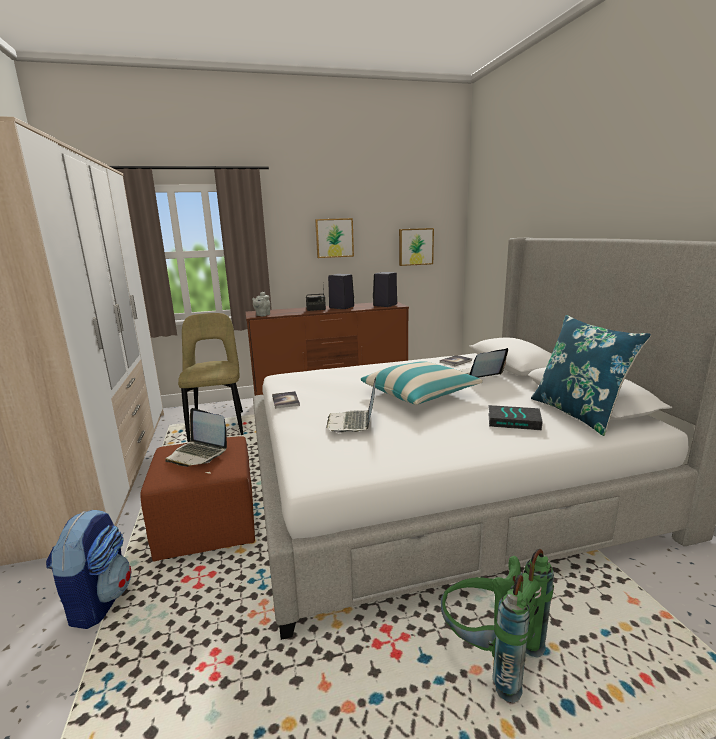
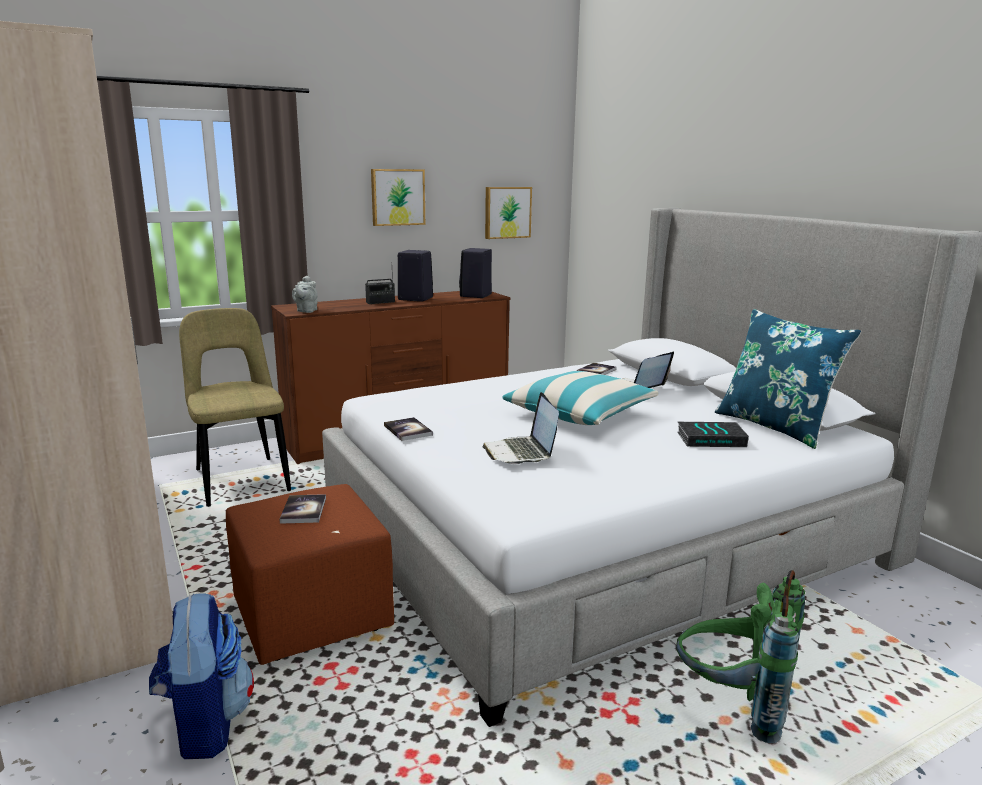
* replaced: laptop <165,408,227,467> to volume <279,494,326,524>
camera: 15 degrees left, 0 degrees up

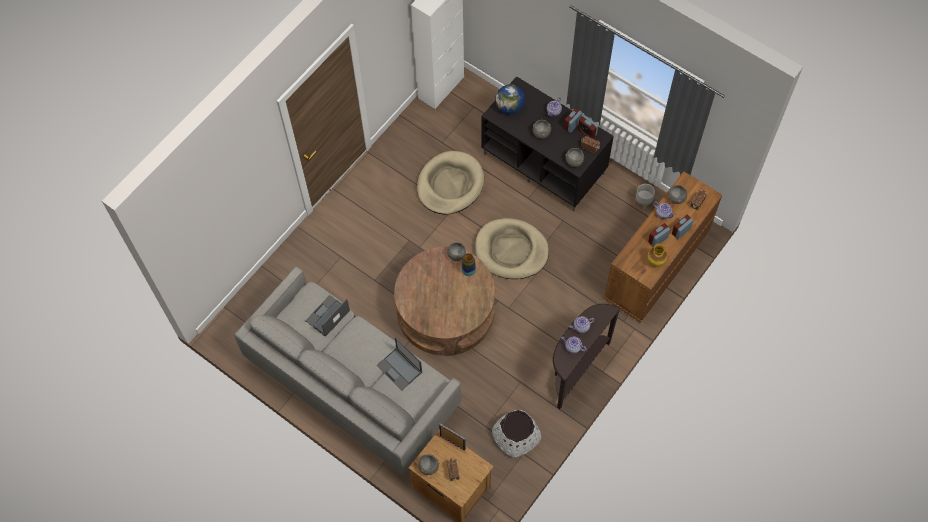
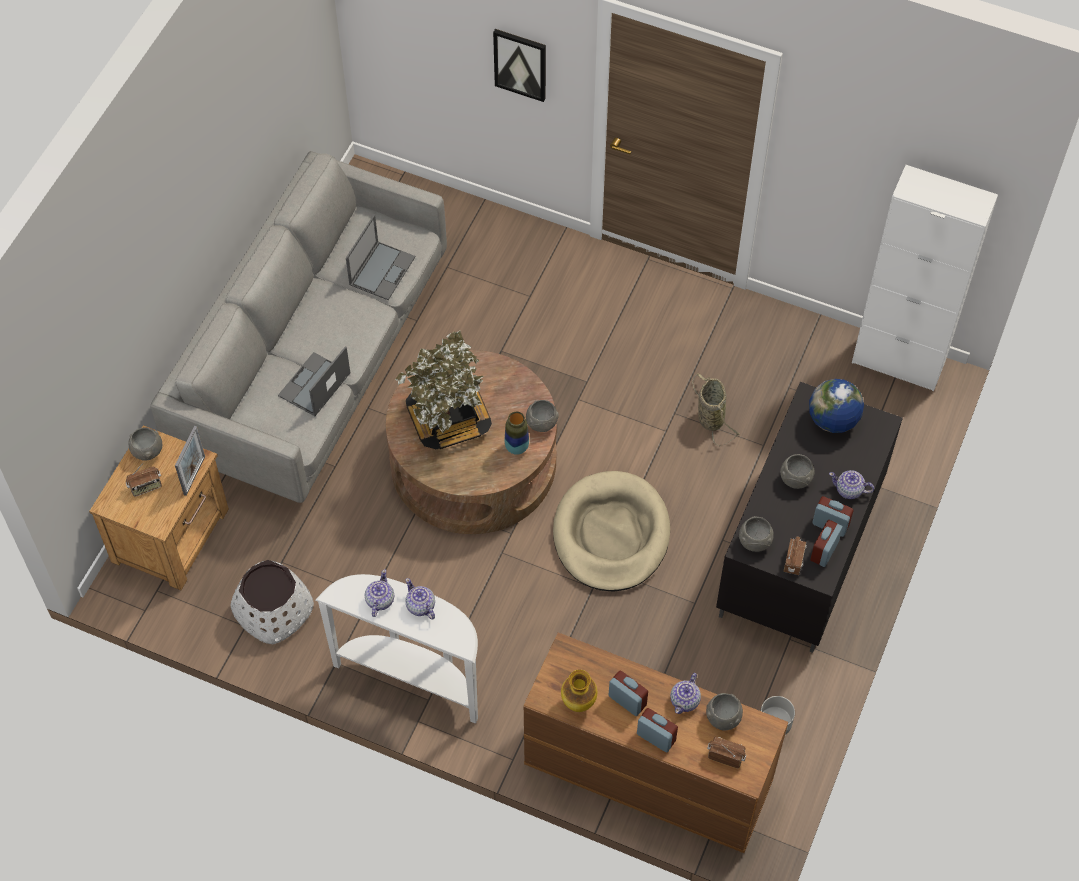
* replaced: sand-coloured dog bed <417,151,484,214> to household basket <692,373,740,446>
* turned: laptop <305,295,350,337> = <346,215,415,300> 90 degrees clockwise
* recoloured: brownish narrow table <553,304,621,409> to white narrow table <315,574,478,724>
* added: wall picture <493,29,546,102>
* added: potted plant <395,331,492,449>
camera: 75 degrees right, 5 degrees down

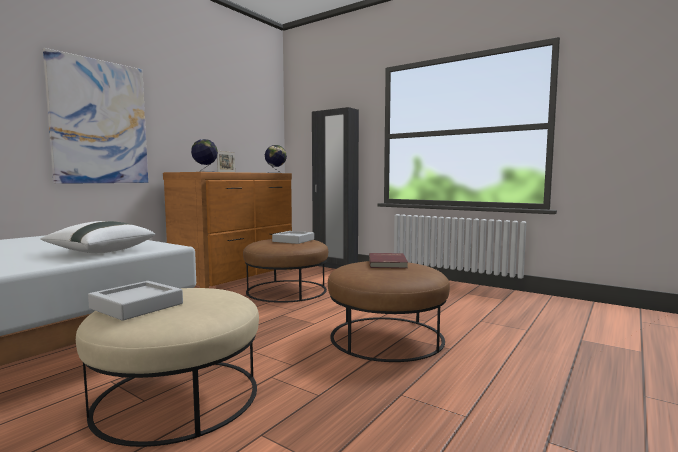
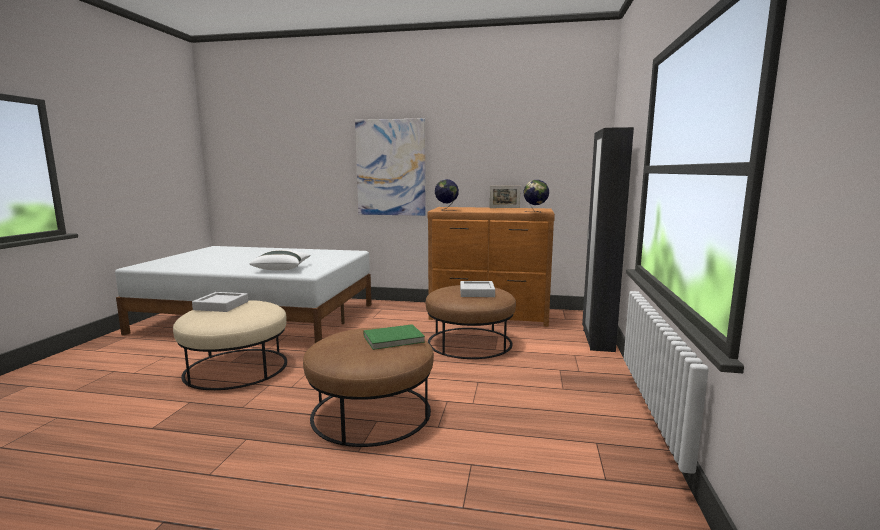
* recoloured: reddish volume <369,253,408,268> to greenish volume <363,324,425,350>
camera: 65 degrees right, 5 degrees up

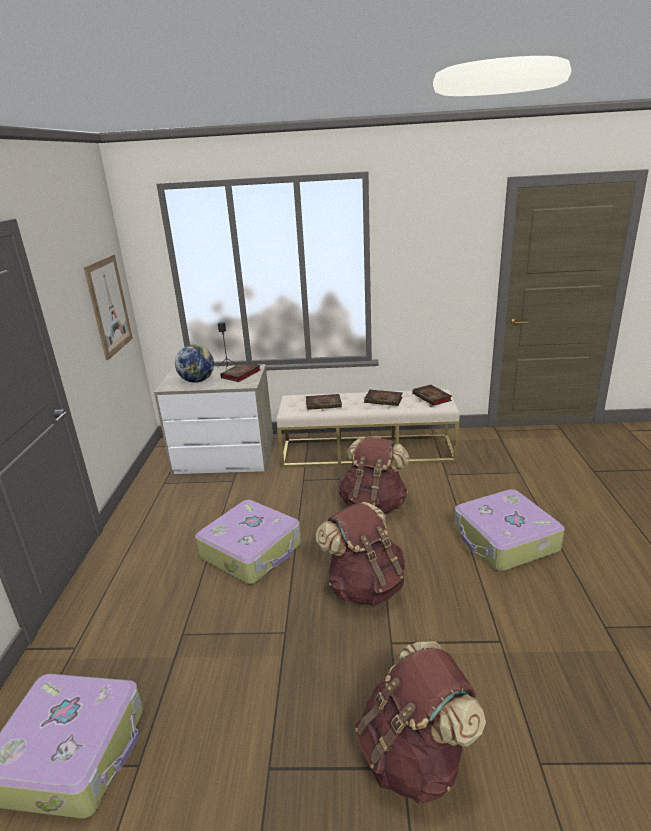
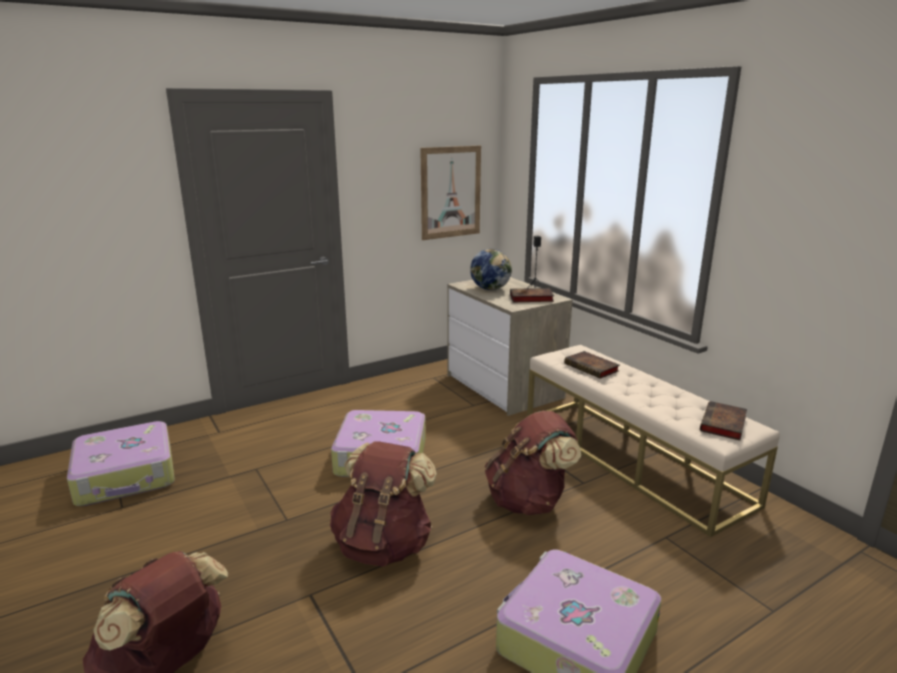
* removed: volume <364,390,403,406>
camera: 55 degrees right, 5 degrees down

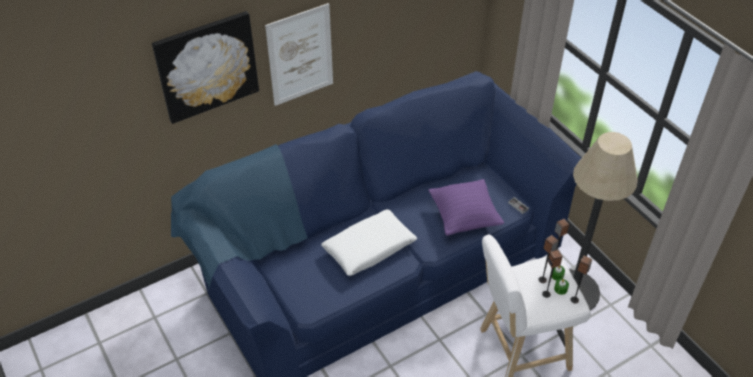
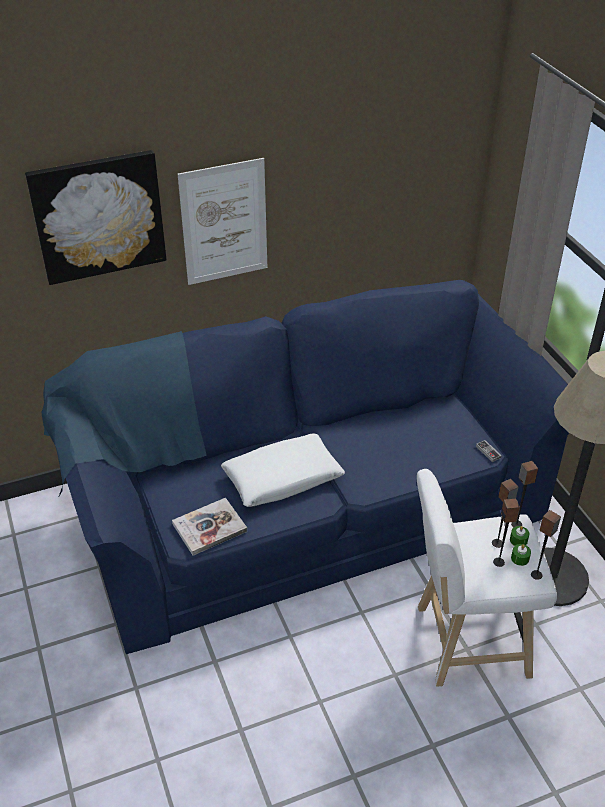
* removed: purple throw pillow <429,179,504,236>
* added: volume <172,498,247,556>
camera: 10 degrees right, 5 degrees down

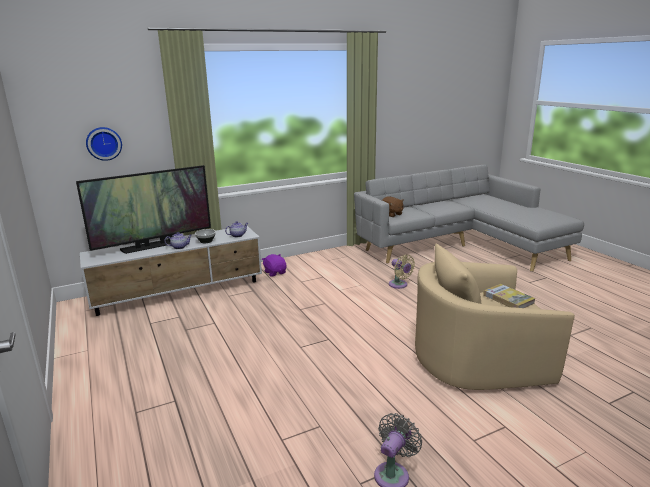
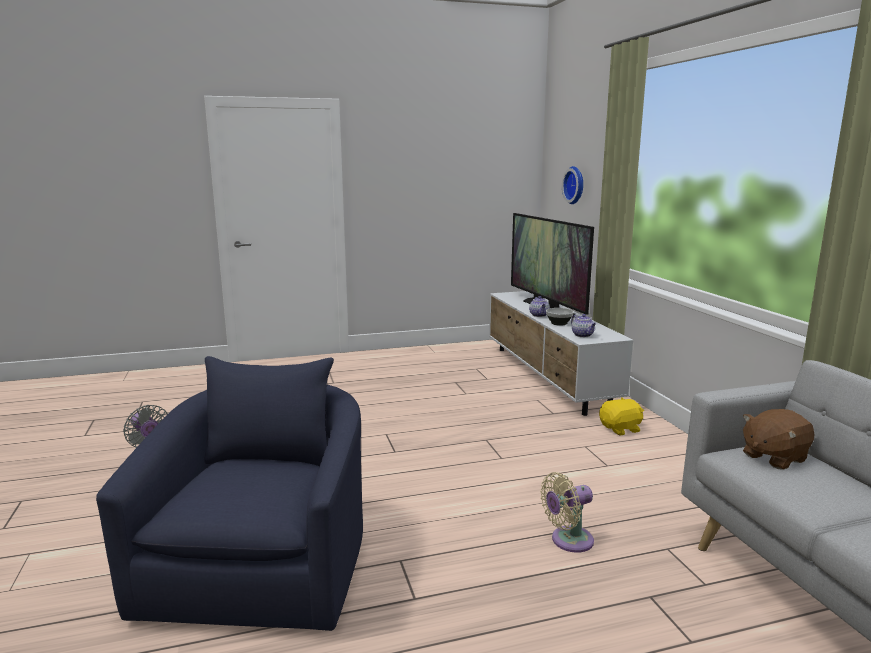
* recoloured: sand-coloured lounge chair <415,244,575,390> to blue lounge chair <96,356,363,631>
* recoloured: purple cuddly toy <262,254,286,277> to yellow-coloured cuddly toy <599,398,644,436>
* removed: volume <483,284,536,308>
camera: 100 degrees right, 5 degrees down

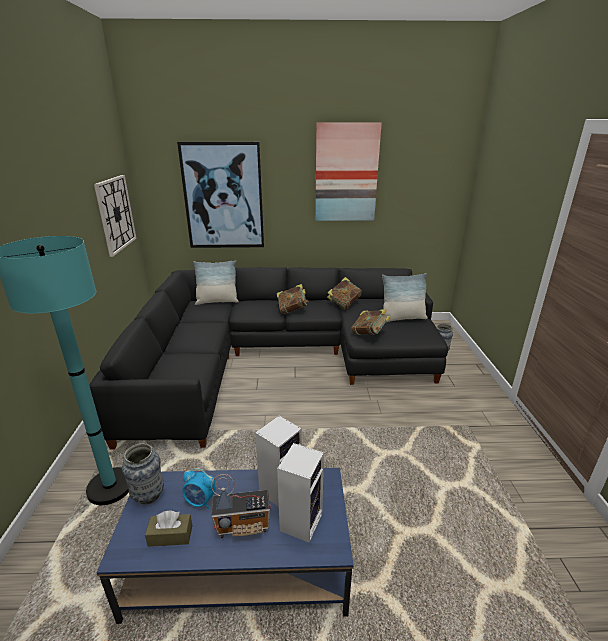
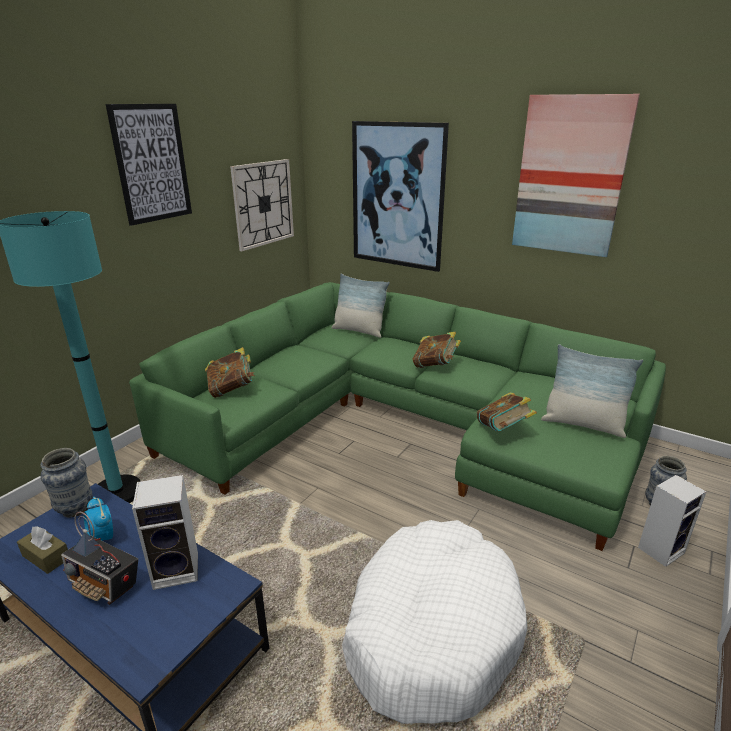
* recoloured: black-coloured couch <89,267,448,450> to greenish couch <129,282,666,551>
* moved: volume <327,277,362,310> to <205,347,255,398>
* moved: audio speaker <277,443,324,543> to <638,475,707,567>
* added: wall picture <106,104,192,226>
* added: white dog bed <342,520,527,724>
camera: 35 degrees right, 0 degrees up

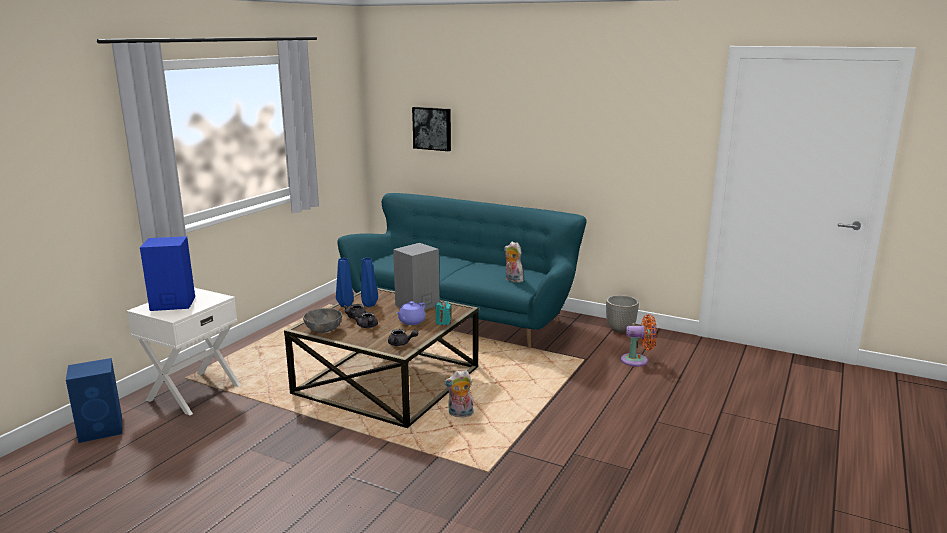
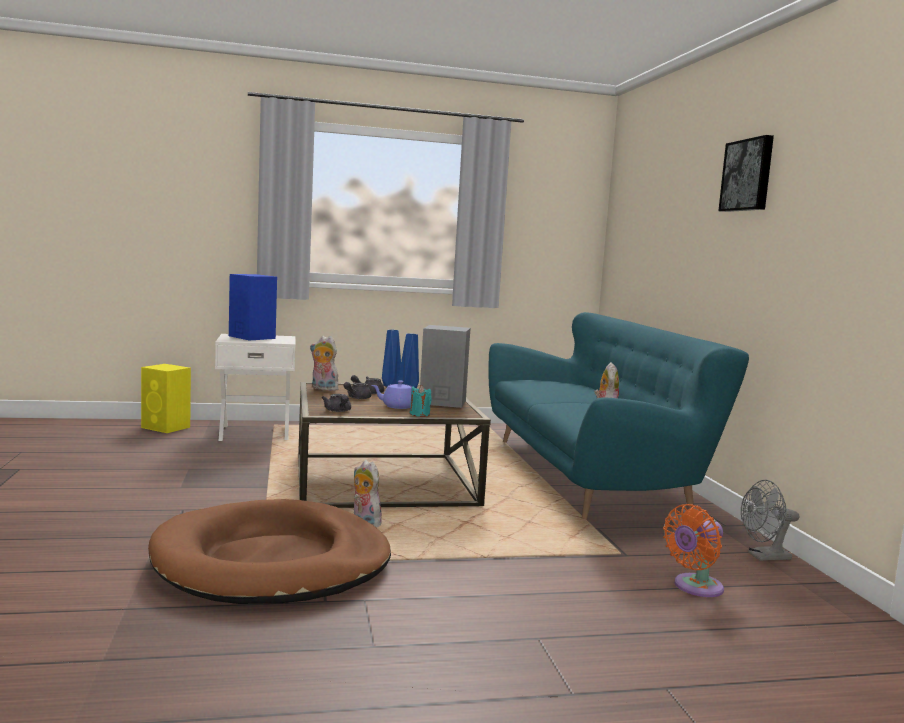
* moved: wall picture <412,107,451,151> to <718,135,774,212>
* replaced: planter <606,295,639,333> to greyish fan <741,480,799,561>
* replaced: greyish deep dish <303,308,342,333> to cuddly toy <310,336,342,391>
* turned: orange-coloured fan <621,314,657,367> = <663,504,724,597> 90 degrees clockwise
* recoloured: blue audio speaker <66,358,122,443> to yellow-coloured audio speaker <141,364,191,433>
* added: brownish dog bed <148,499,391,604>
camera: 50 degrees right, 10 degrees down

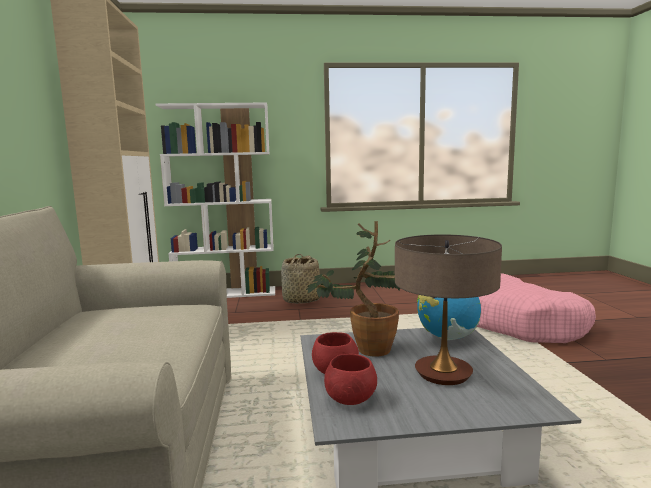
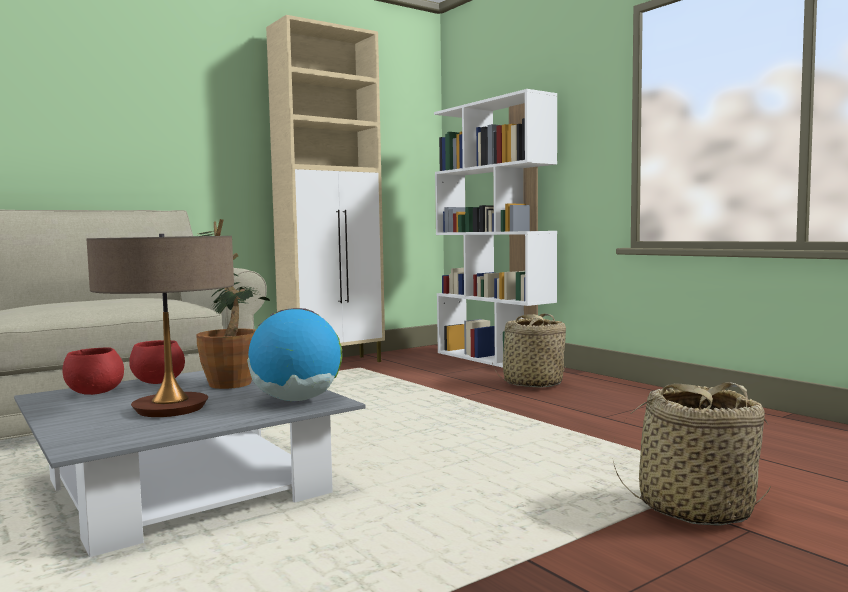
* replaced: pink-coloured dog bed <477,273,596,343> to household basket <612,382,772,526>
camera: 60 degrees right, 5 degrees down

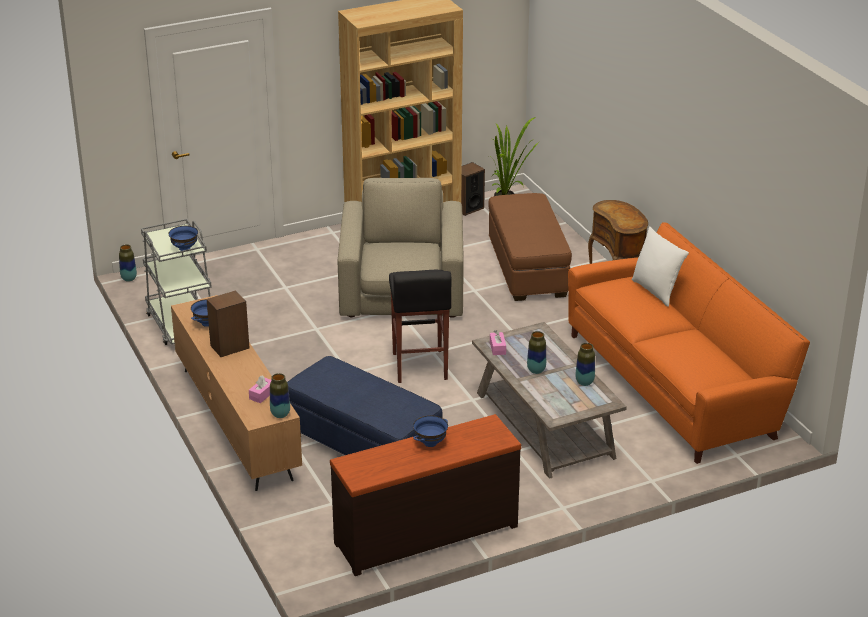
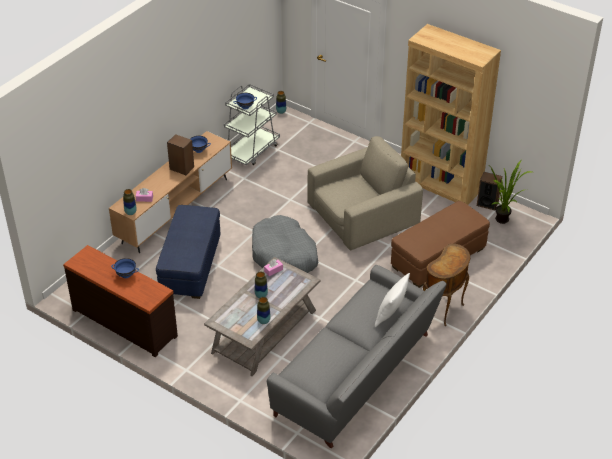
* recoloured: orange-coloured couch <568,222,810,464> to greyish couch <267,265,447,448>
* replaced: black-coloured stool <389,270,451,383> to greyish dog bed <252,215,318,273>
camera: 60 degrees right, 10 degrees up

